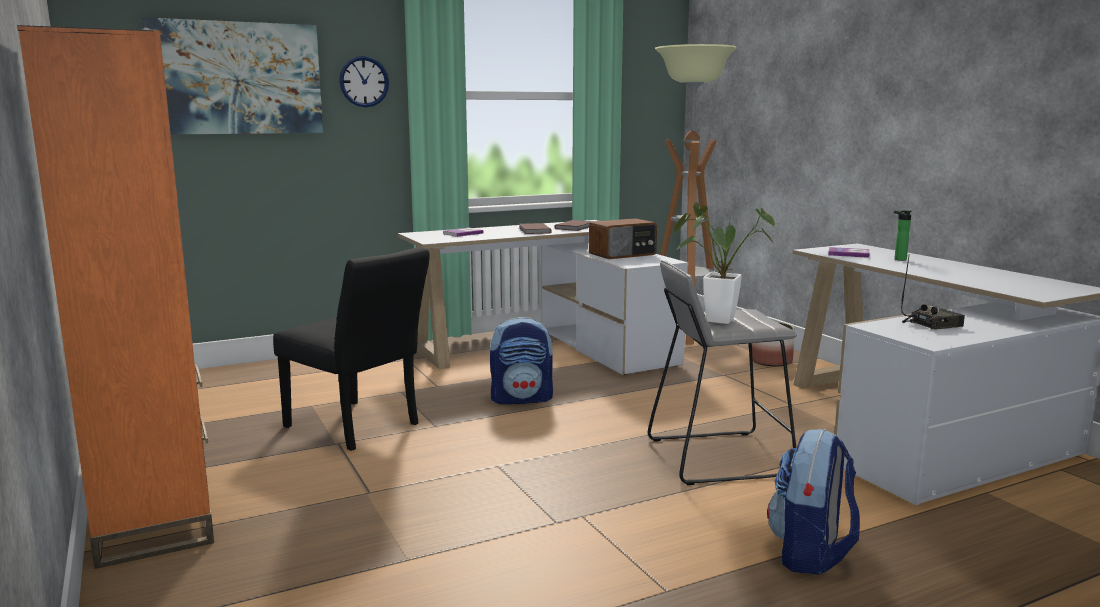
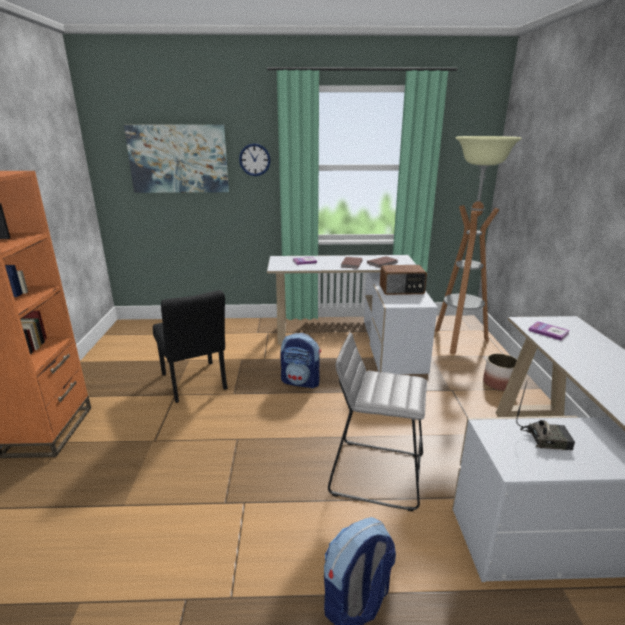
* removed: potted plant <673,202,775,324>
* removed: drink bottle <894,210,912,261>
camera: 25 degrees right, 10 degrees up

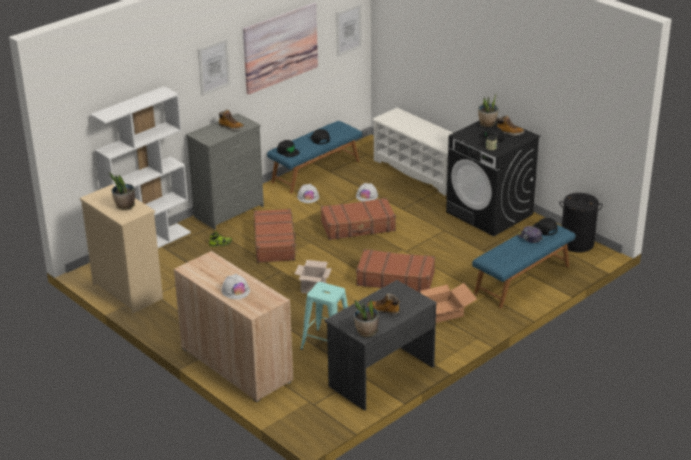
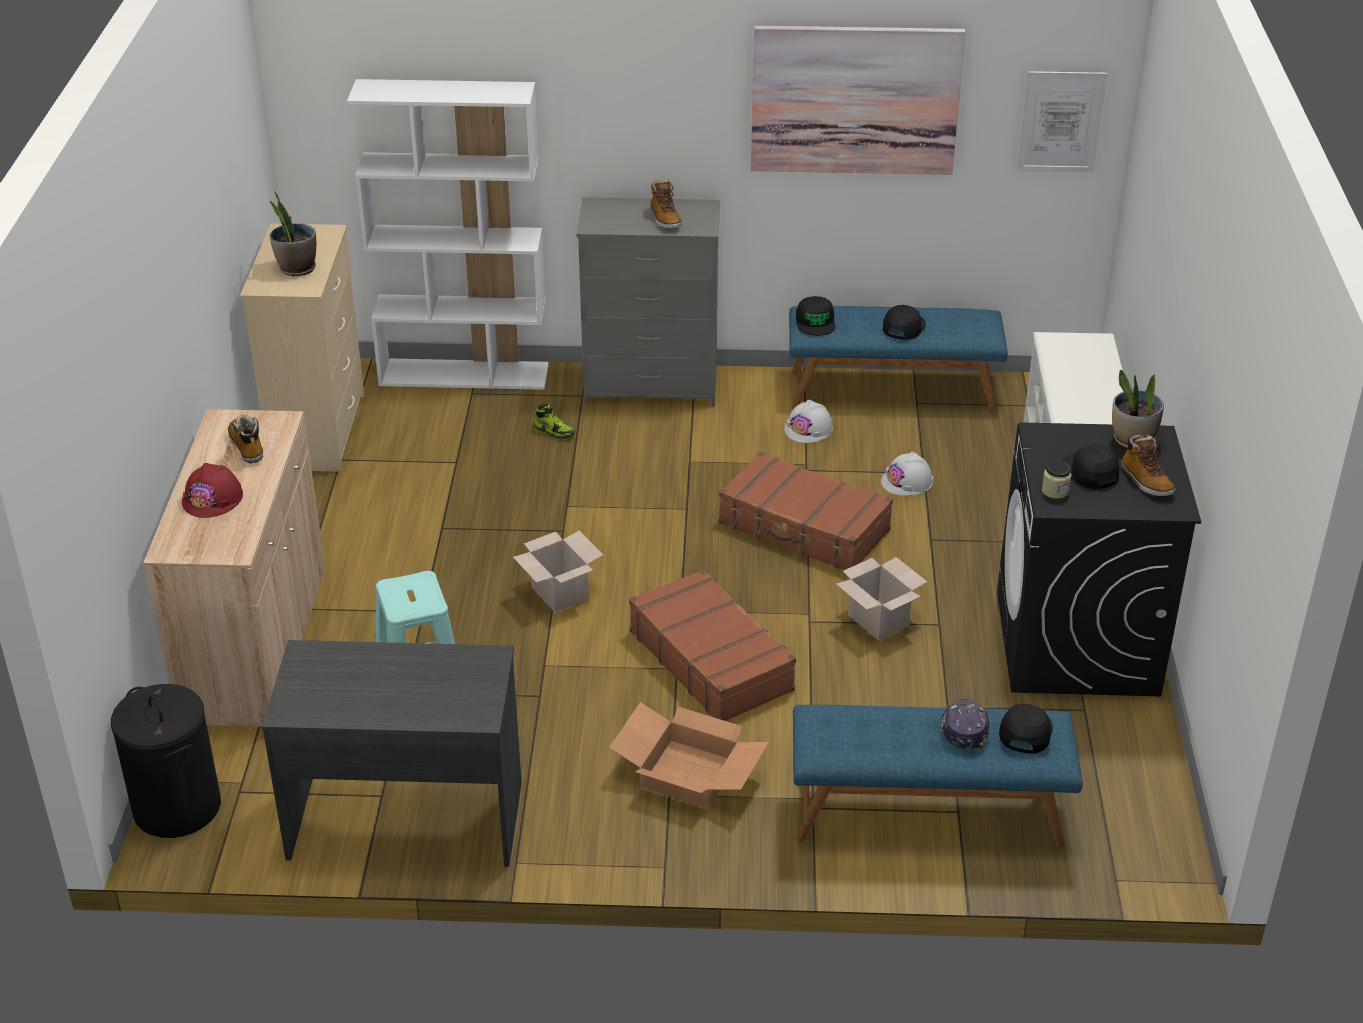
* removed: wall picture <198,38,230,96>
* moved: black-coloured hamper <559,193,603,252> to <111,684,221,838>
* removed: brownish travel case <254,209,298,263>
* recoloured: white work helmet <221,274,250,299> to reddish work helmet <182,463,243,518>
* moved: high-top boot <367,293,400,315> to <228,414,263,464>
* removed: potted plant <354,300,379,337>
* added: packing box <836,557,927,640>
camera: 45 degrees right, 5 degrees up

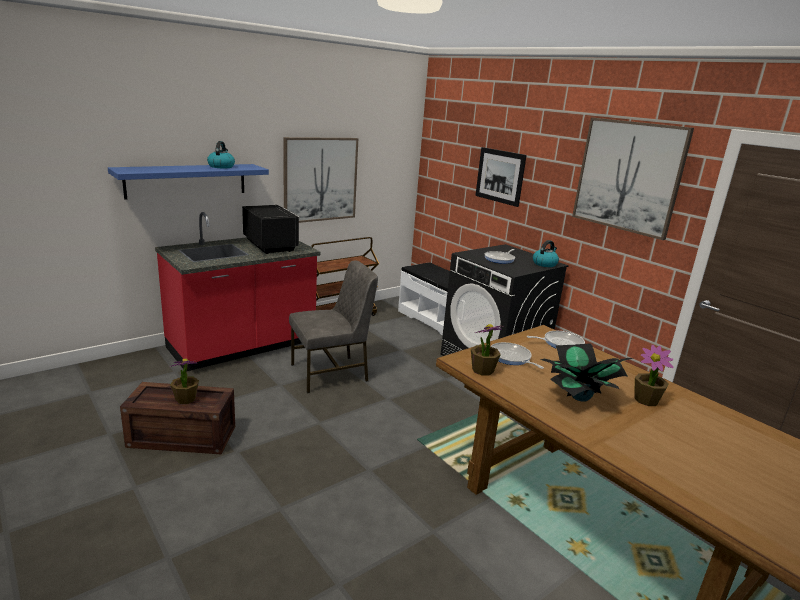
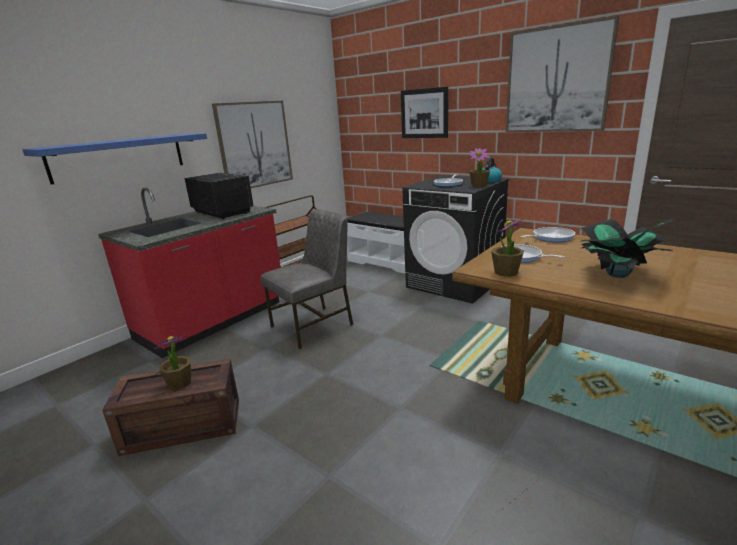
* removed: water kettle <207,141,235,168>
* moved: potted plant <634,345,673,406> to <469,148,490,187>
camera: 10 degrees left, 0 degrees up

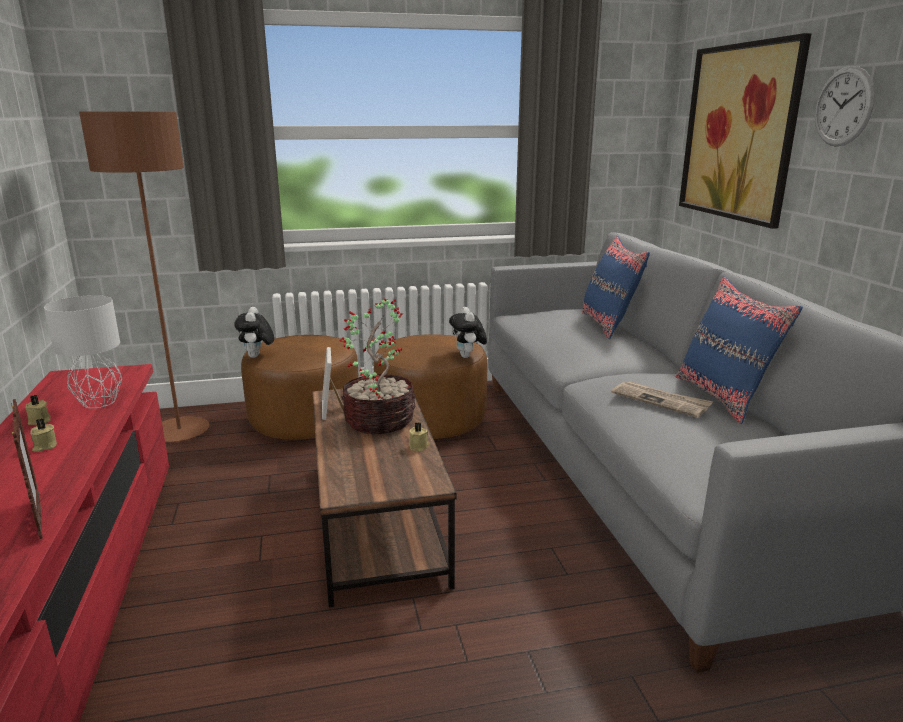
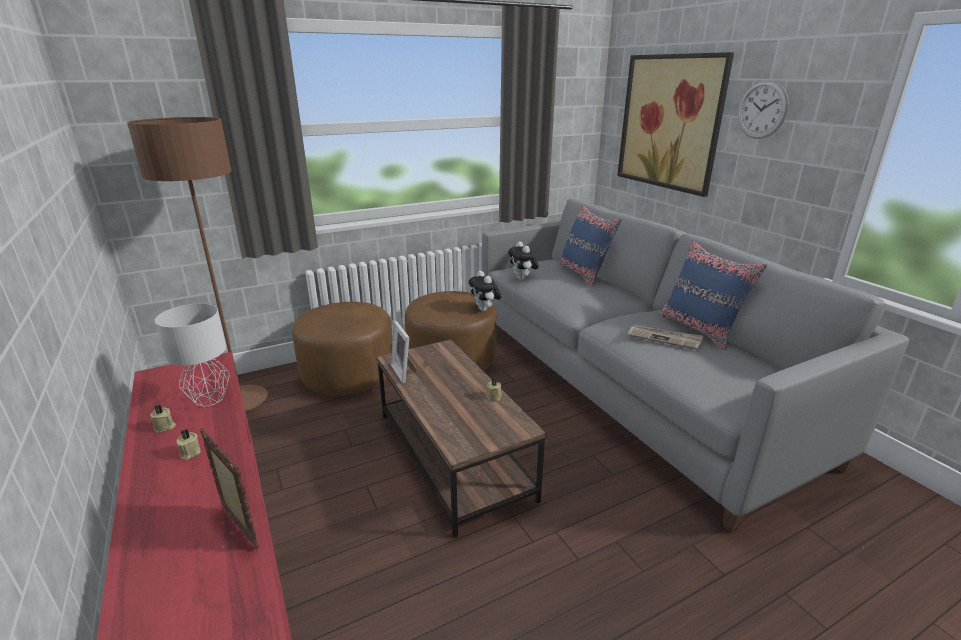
* removed: potted plant <339,298,415,434>
* moved: cuddly toy <234,307,274,358> to <508,241,539,280>
camera: 15 degrees left, 5 degrees up

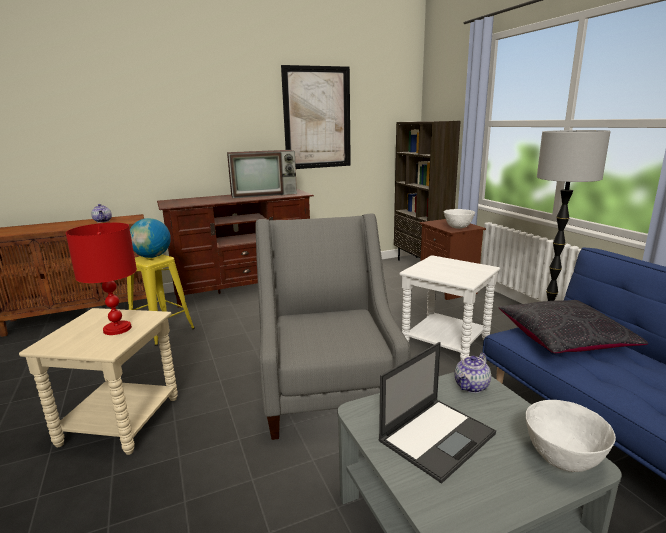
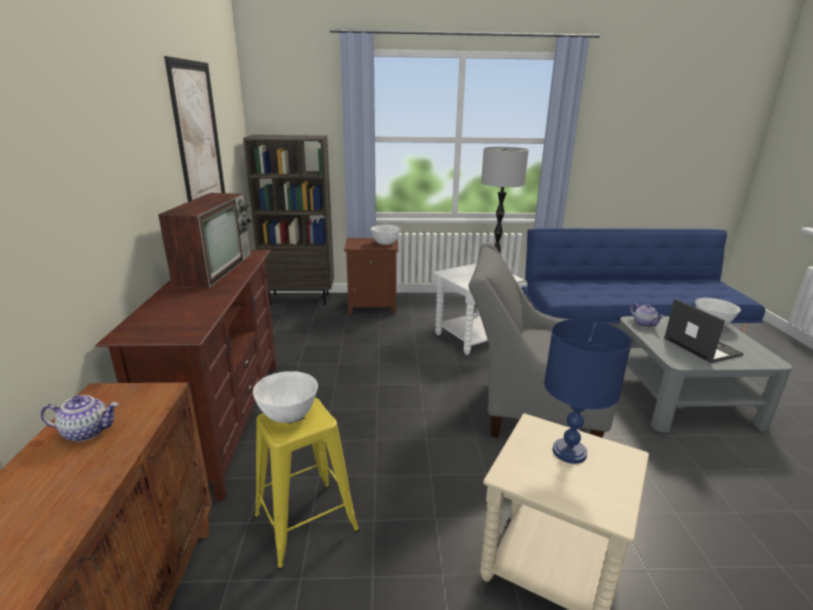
* replaced: globe <130,218,171,258> to white deep dish <253,371,318,423>
* recoloured: reddish table lamp <66,223,137,335> to blue table lamp <544,319,632,464>
* removed: black-coloured throw pillow <498,300,648,353>
camera: 70 degrees left, 5 degrees up

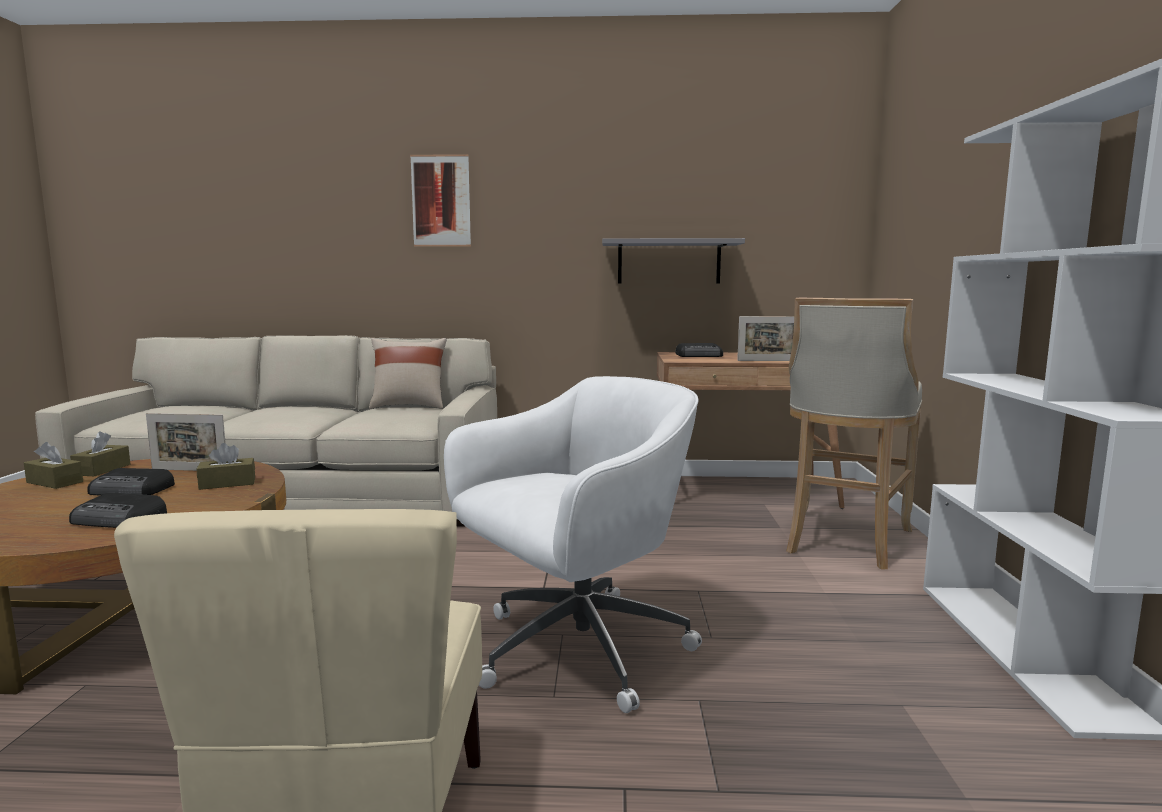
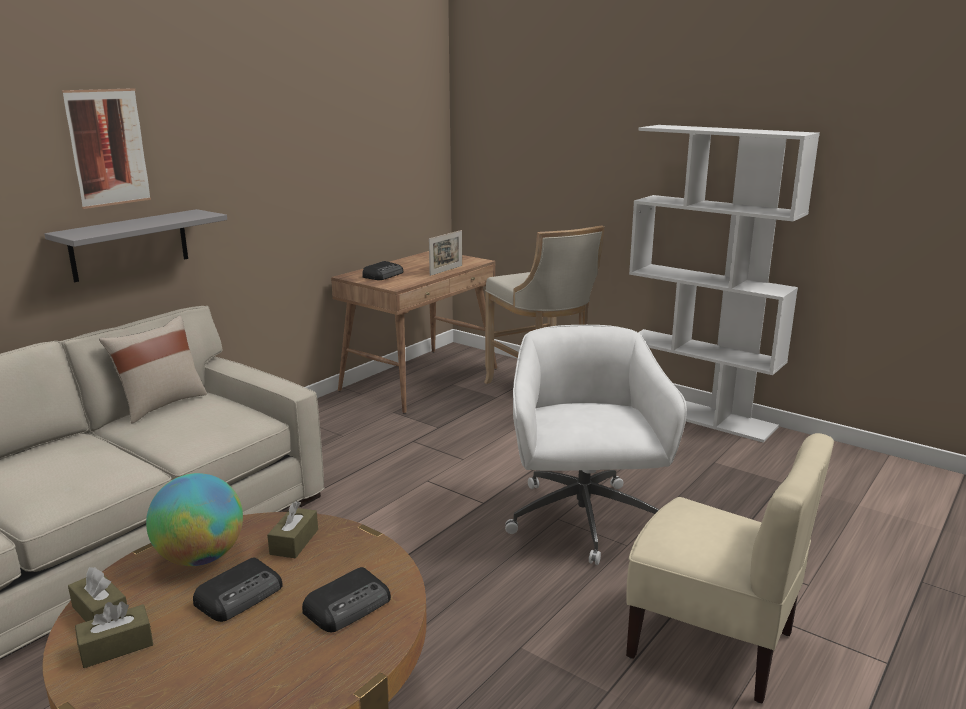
* moved: greyish wall shelf <602,238,745,283> to <44,209,227,282>
* replaced: photo frame <146,413,226,471> to globe <146,473,243,566>
camera: 55 degrees left, 10 degrees up

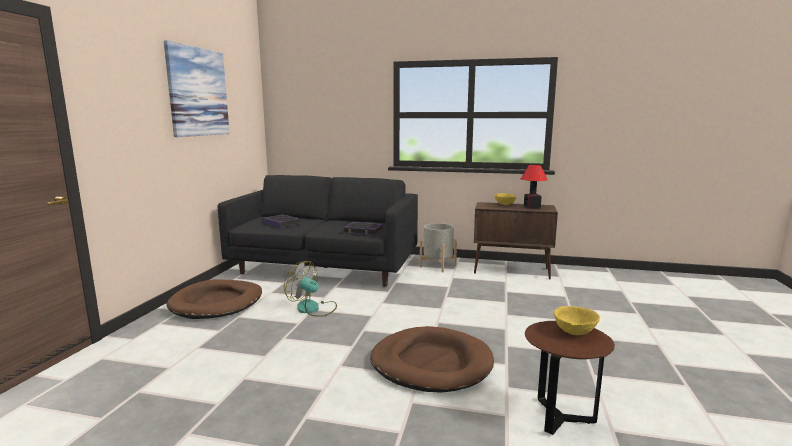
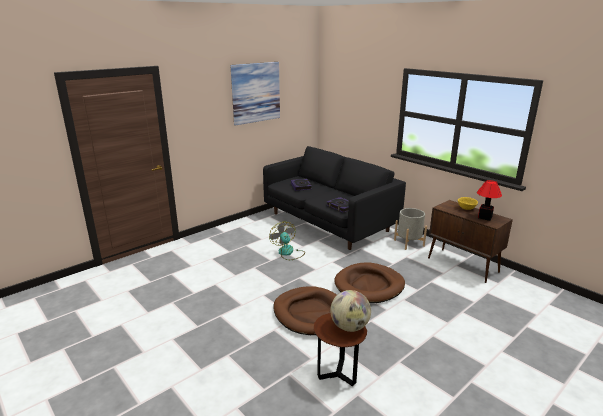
* moved: brownish dog bed <166,279,262,319> to <334,262,405,303>
* replaced: yellow-coloured deep dish <554,306,600,335> to globe <330,290,371,332>
camera: 35 degrees right, 10 degrees up

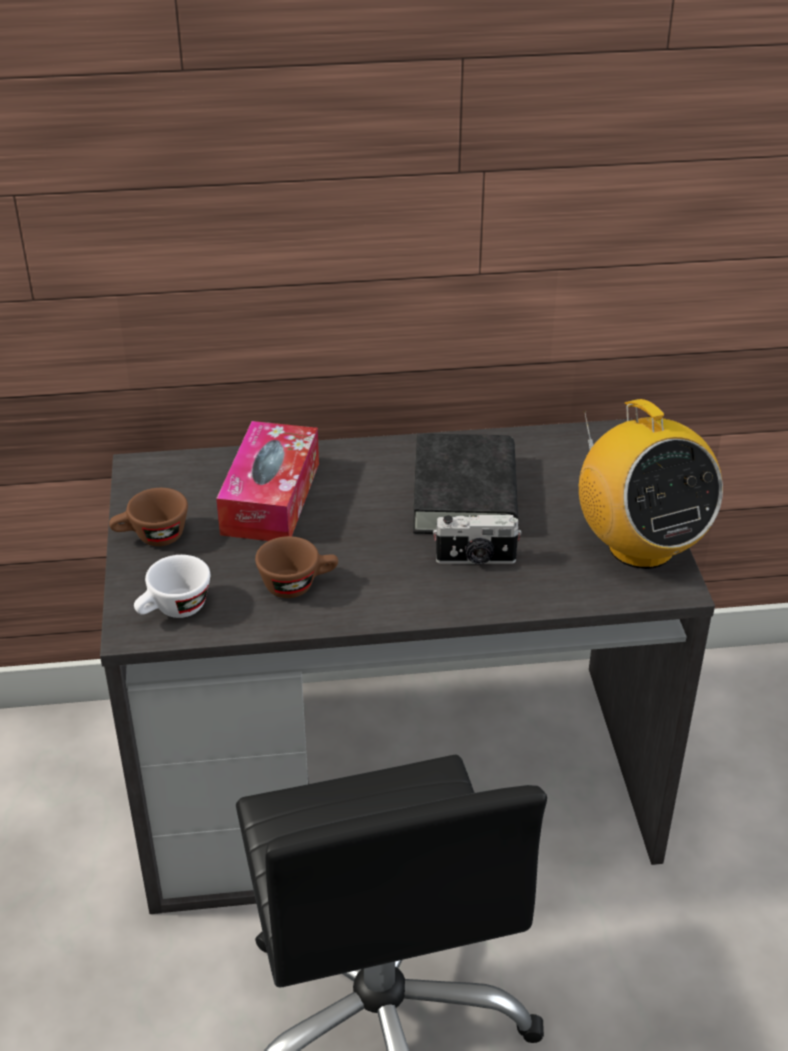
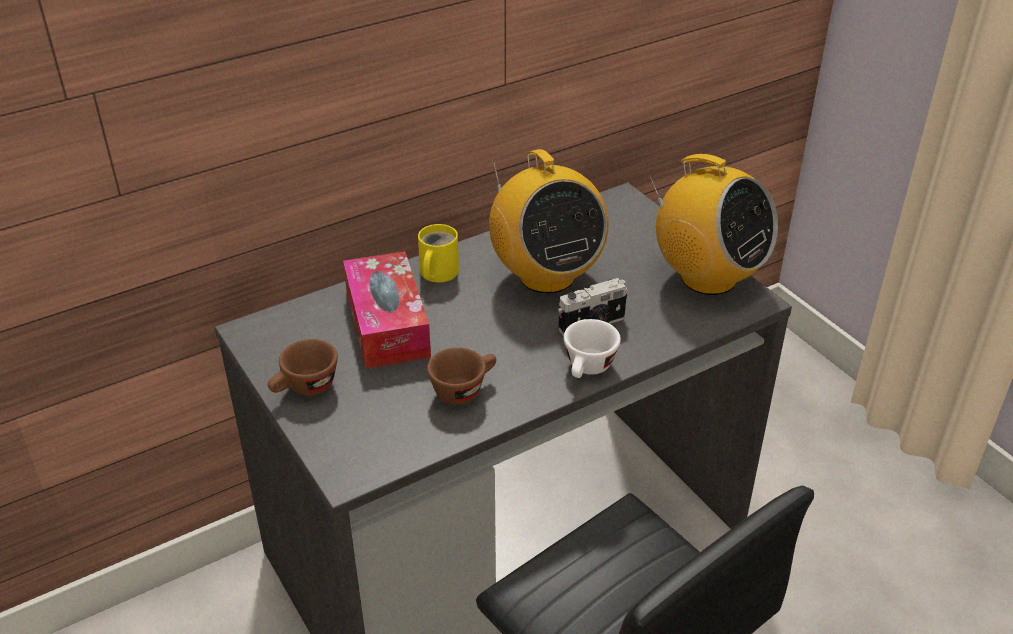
* replaced: black-coloured volume <413,433,518,534> to radio set <489,149,608,294>
* moved: white cup <134,555,210,618> to <564,319,621,378>
* added: yellow-coloured tea mug <418,224,459,282>
camera: 25 degrees left, 0 degrees up

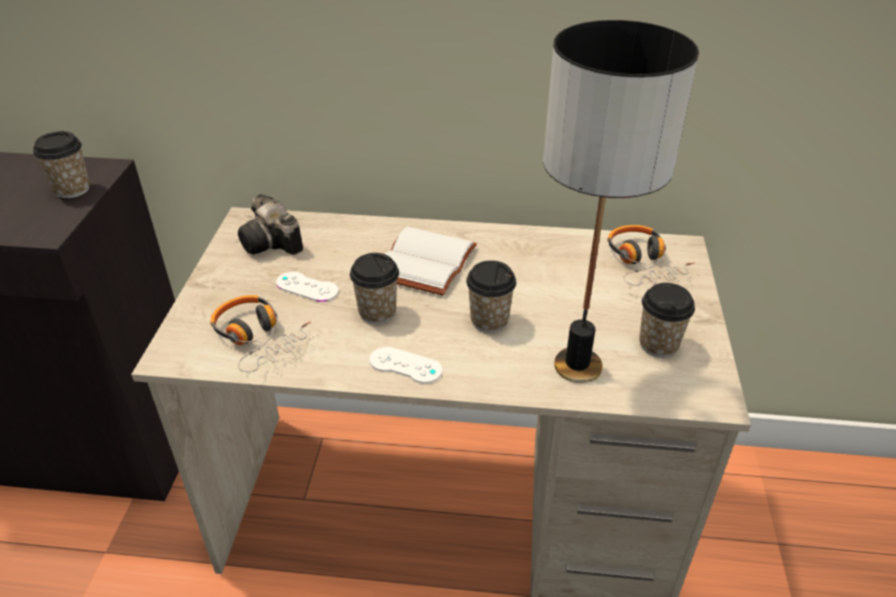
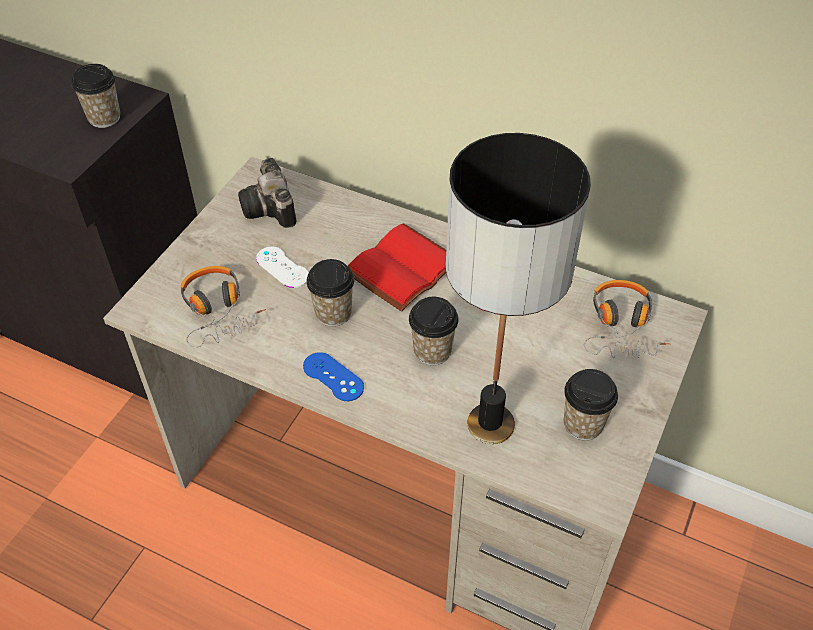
* recoloured: white volume <384,226,477,295> to reddish volume <348,223,446,311>
* recoloured: white gamepad <370,347,442,384> to blue gamepad <303,352,364,401>
camera: 20 degrees right, 10 degrees up

